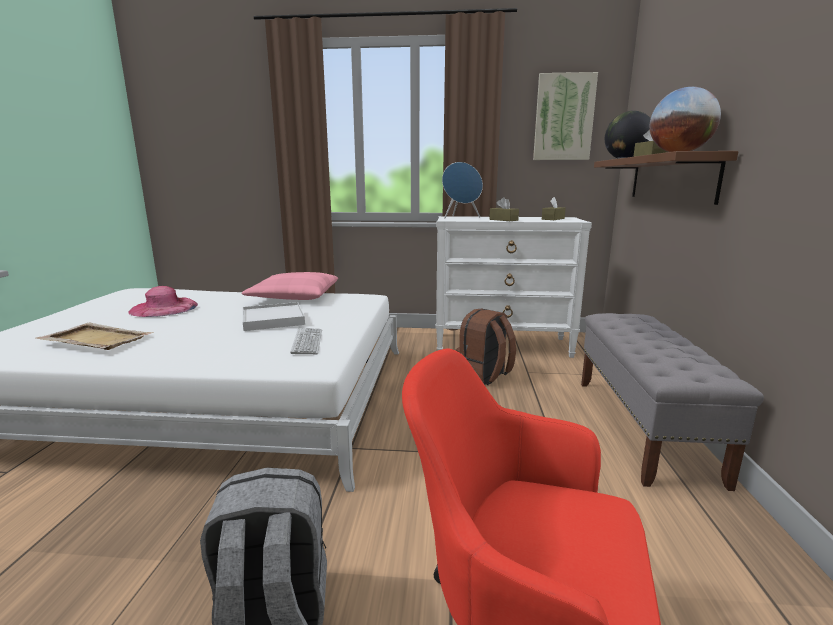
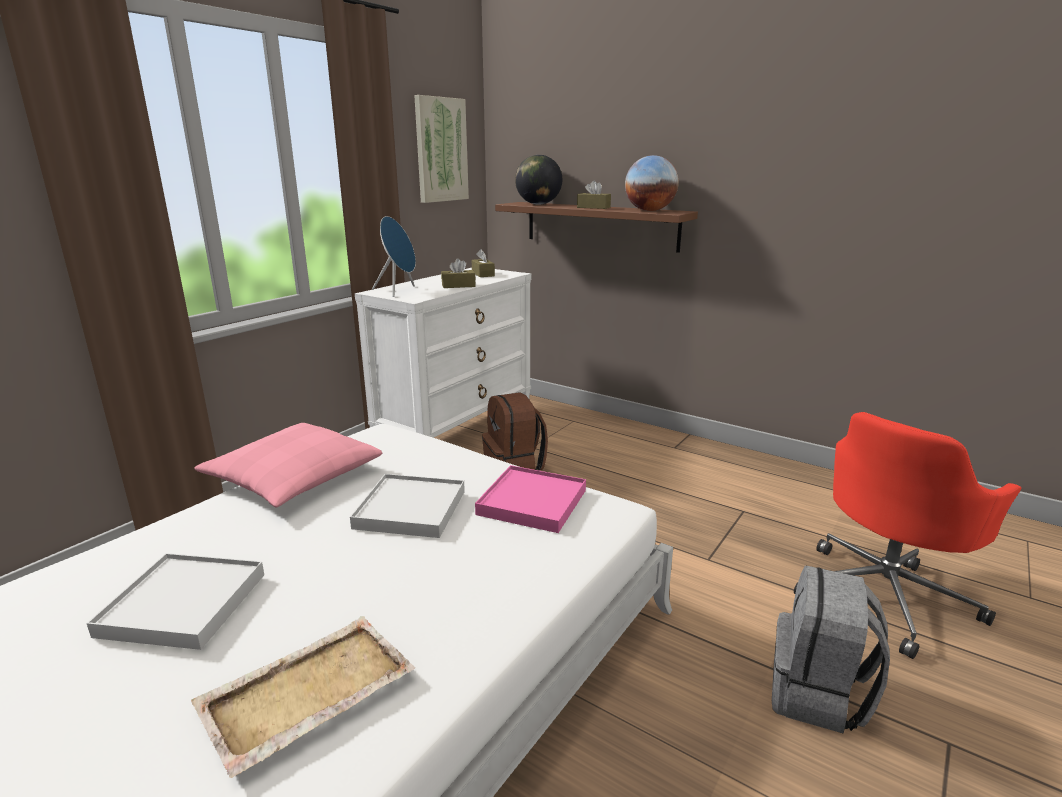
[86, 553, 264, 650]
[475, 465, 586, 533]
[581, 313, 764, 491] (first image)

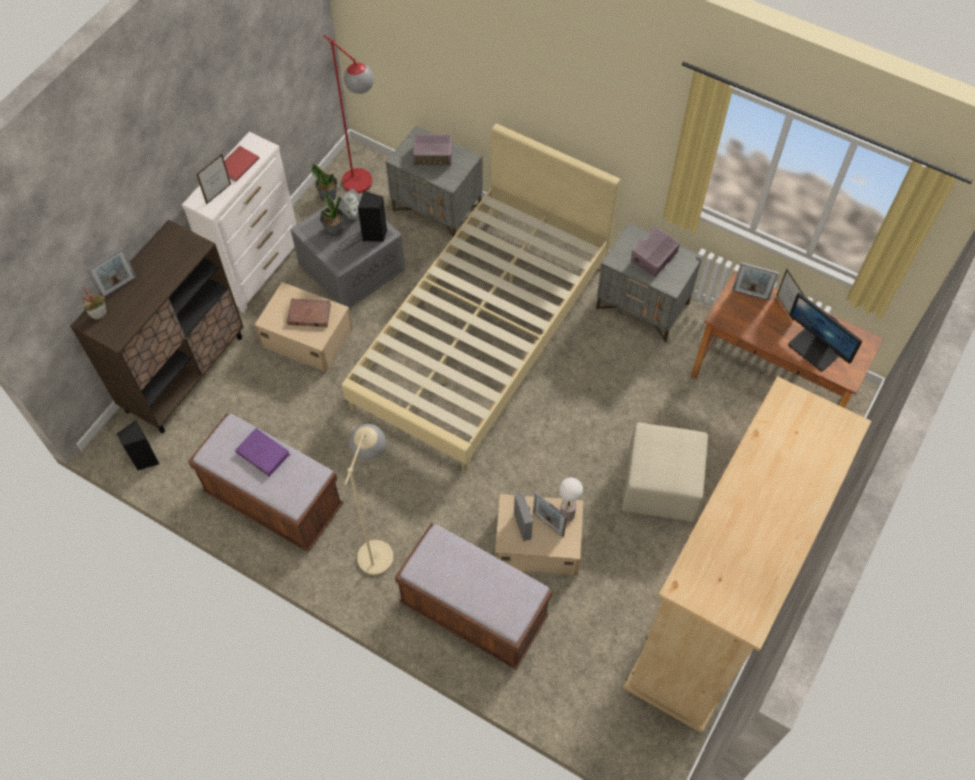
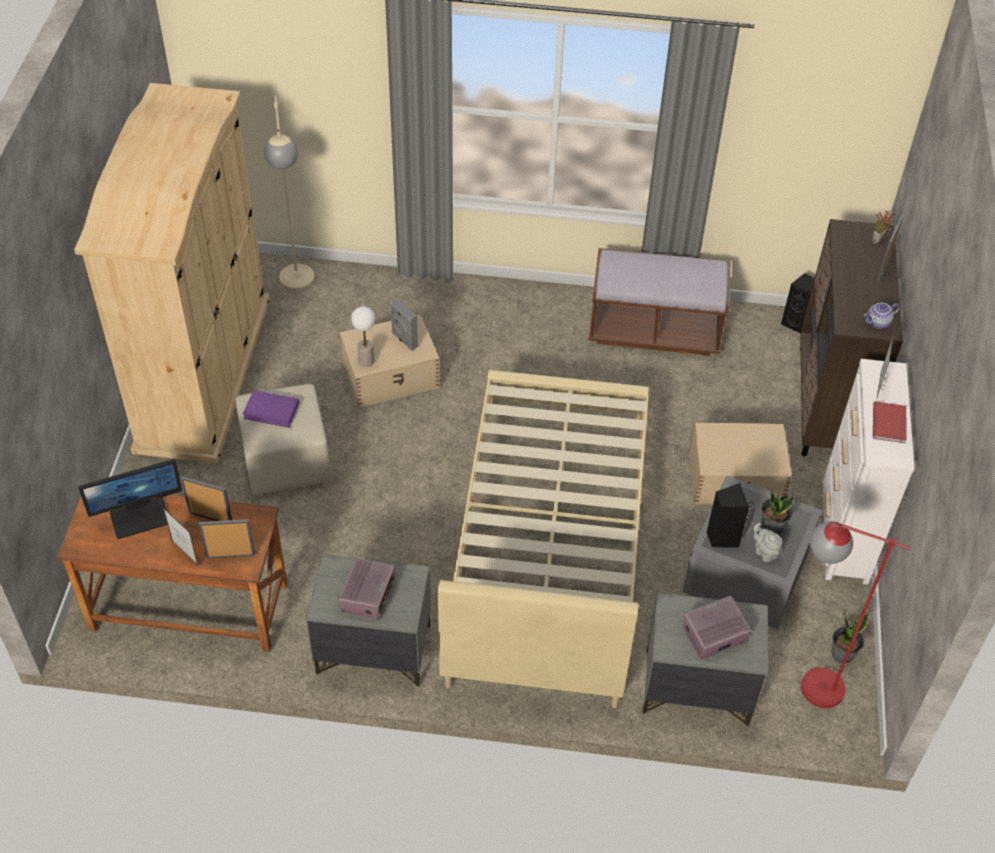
[243, 390, 299, 428]
[287, 299, 331, 327] (first image)
[264, 96, 314, 290]
[395, 523, 552, 670] (first image)
[180, 476, 232, 521]
[78, 459, 182, 539]
[864, 303, 900, 329]

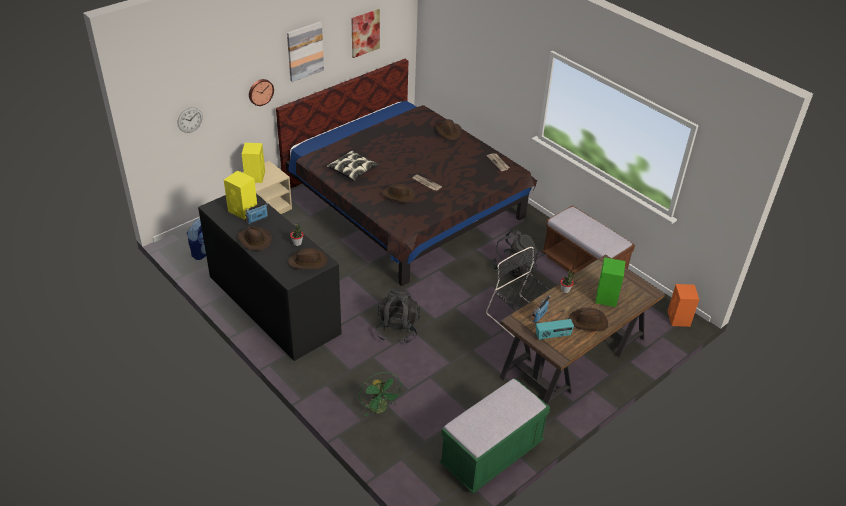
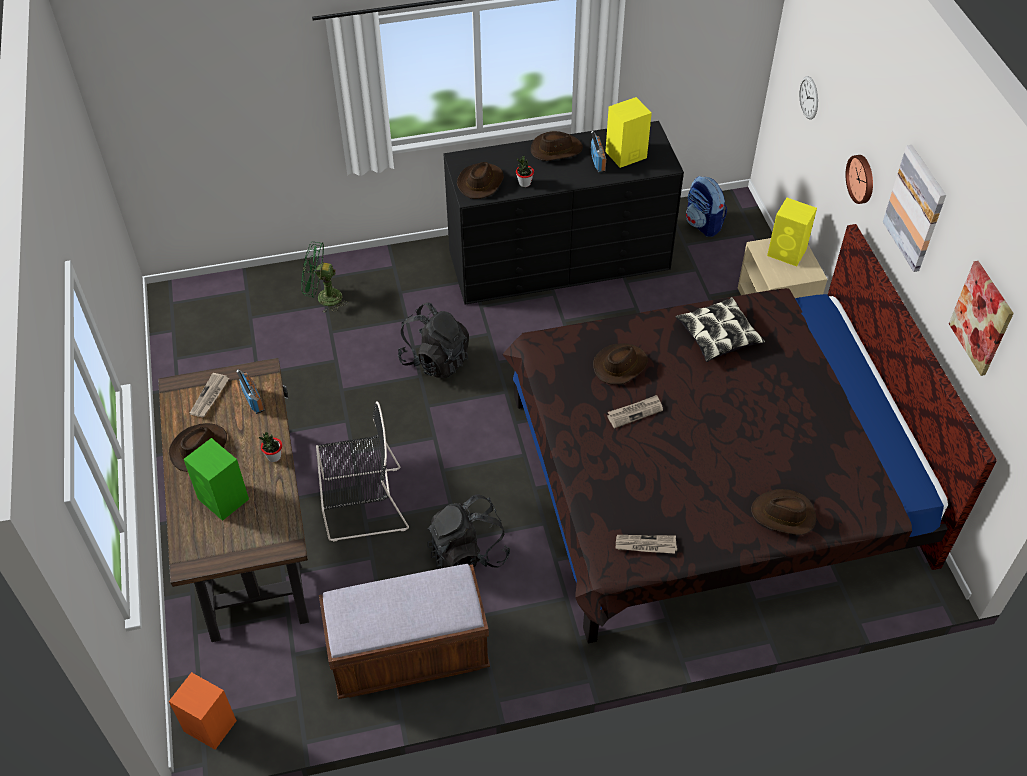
[439, 378, 550, 494] (first image)
[189, 373, 229, 417]

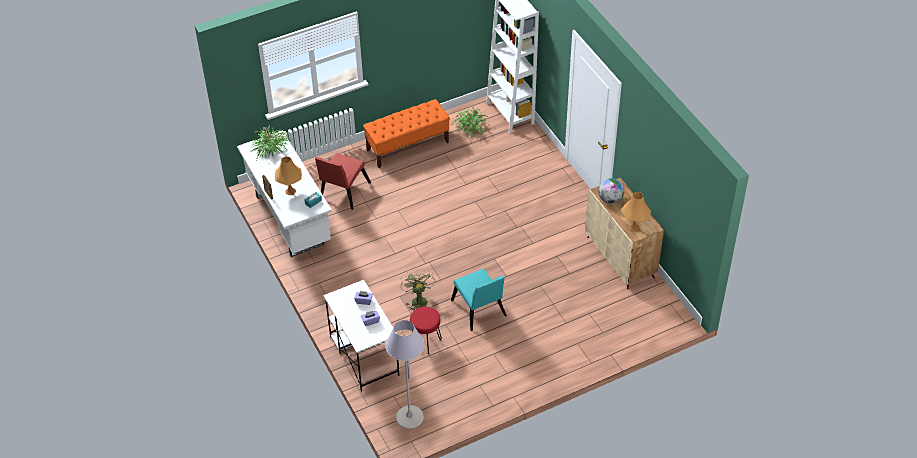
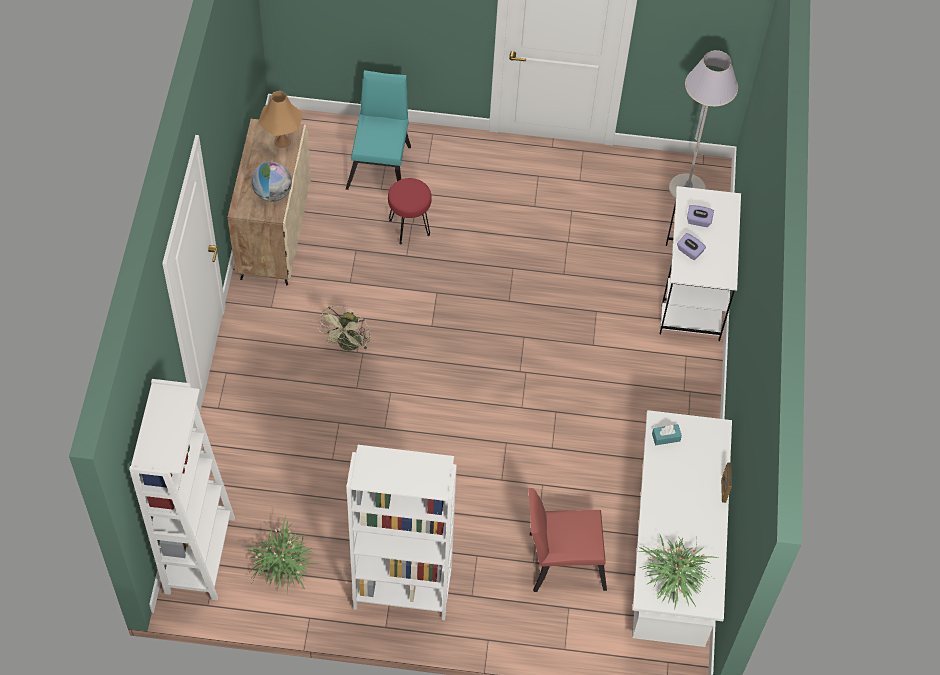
[275, 156, 302, 195] (first image)
[528, 488, 607, 592]
[346, 445, 457, 620]
[318, 306, 370, 350]
[388, 178, 432, 244]
[346, 70, 411, 190]

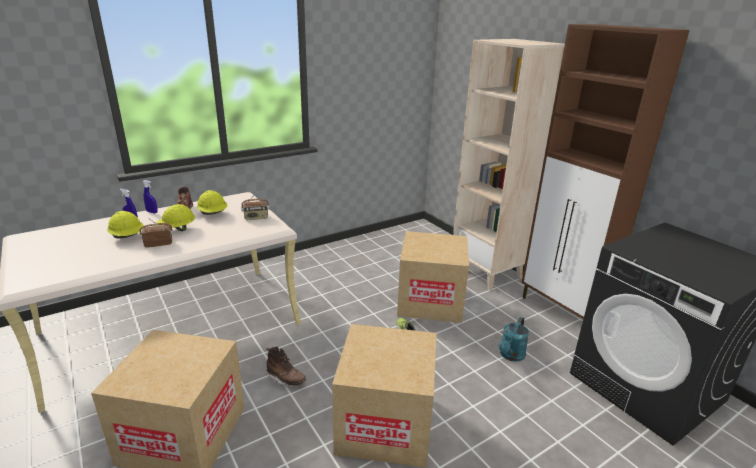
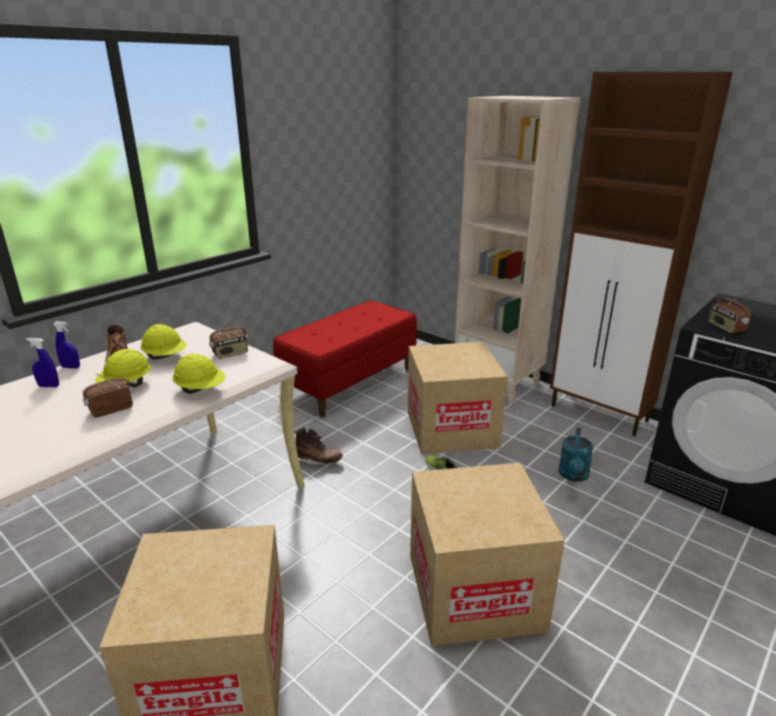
[172, 353, 226, 394]
[294, 428, 343, 466]
[273, 300, 417, 417]
[708, 291, 751, 333]

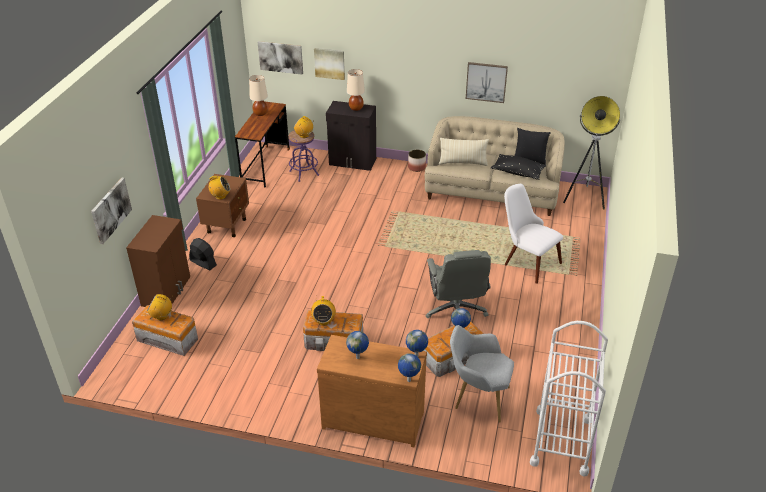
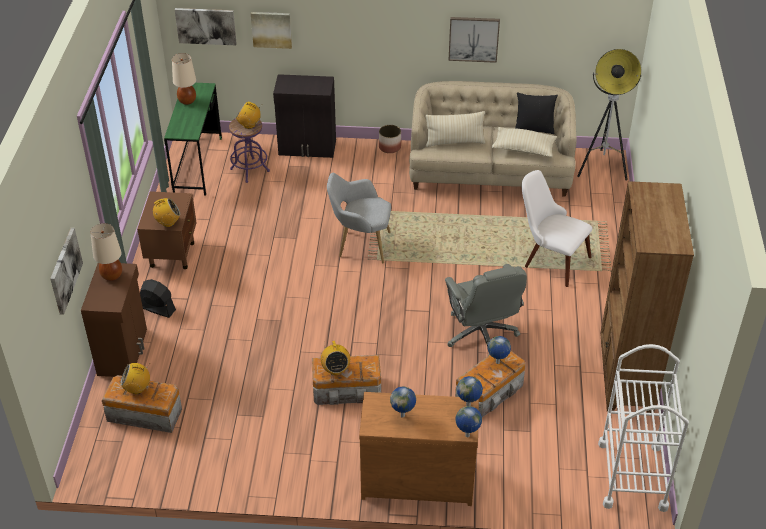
[164, 83, 222, 196]
[90, 223, 122, 281]
[327, 173, 391, 264]
[492, 127, 557, 158]
[600, 181, 694, 413]

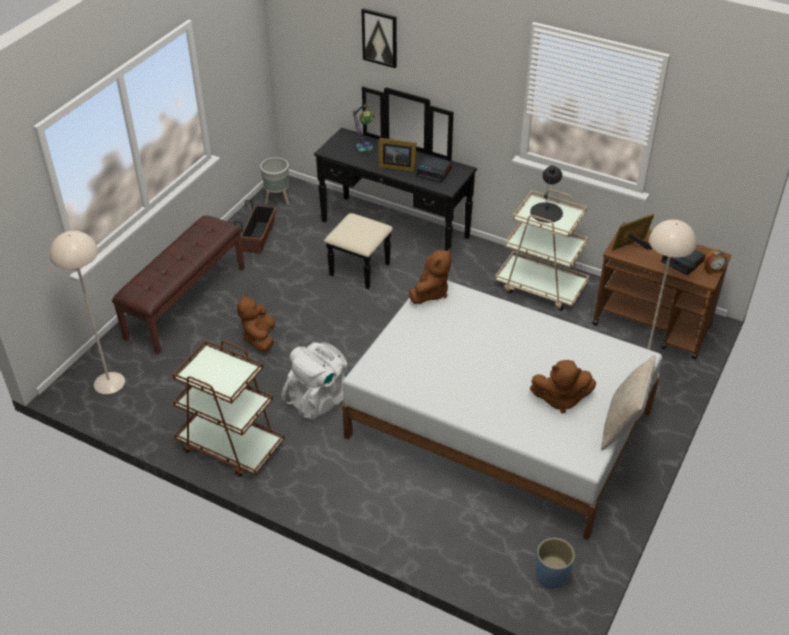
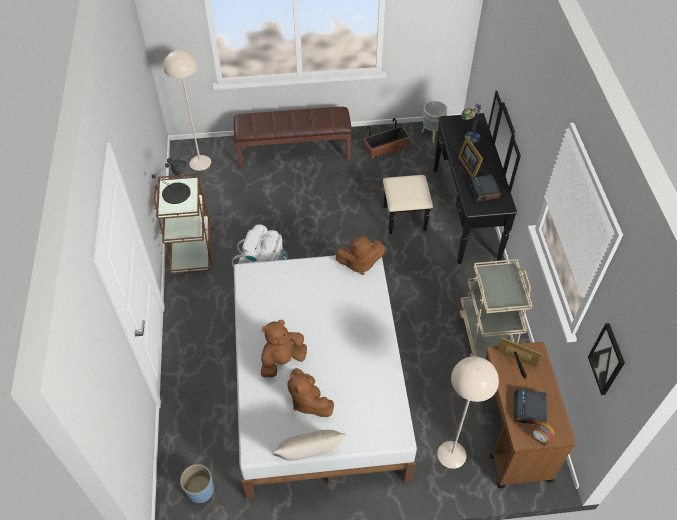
[261, 320, 307, 377]
[588, 323, 625, 395]
[152, 158, 191, 204]

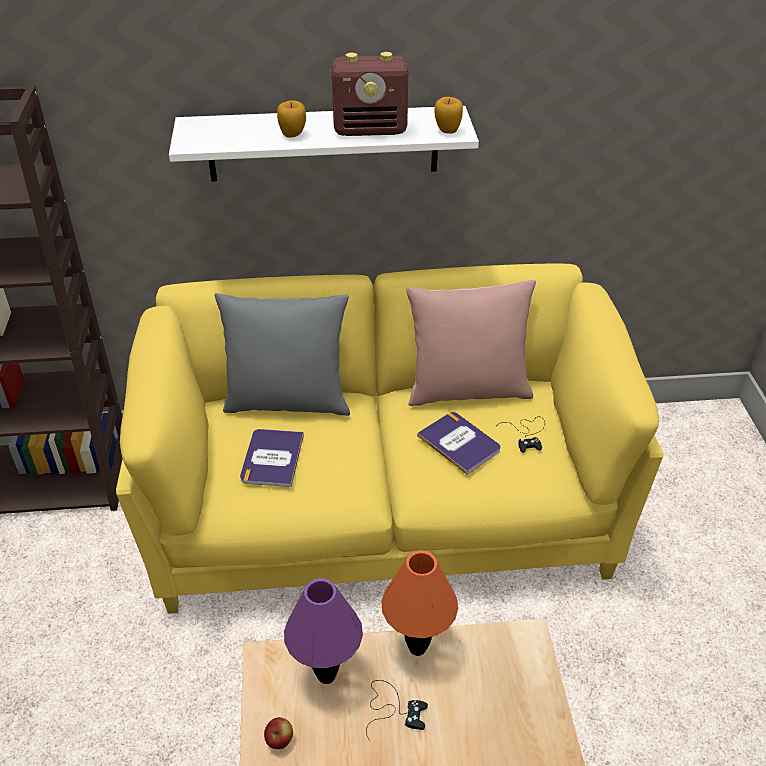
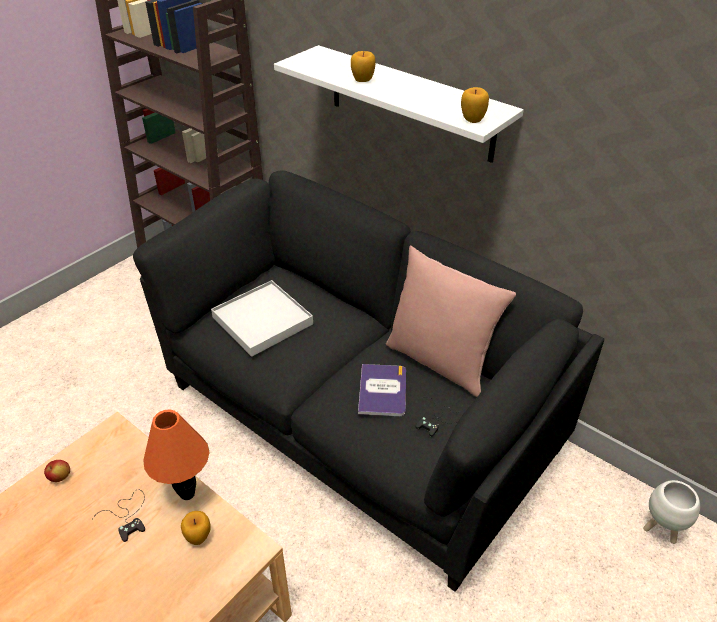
[133, 170, 604, 592]
[215, 293, 350, 416] (first image)
[211, 280, 313, 357]
[284, 578, 363, 684] (first image)
[331, 52, 408, 136] (first image)
[181, 511, 211, 545]
[643, 480, 700, 544]

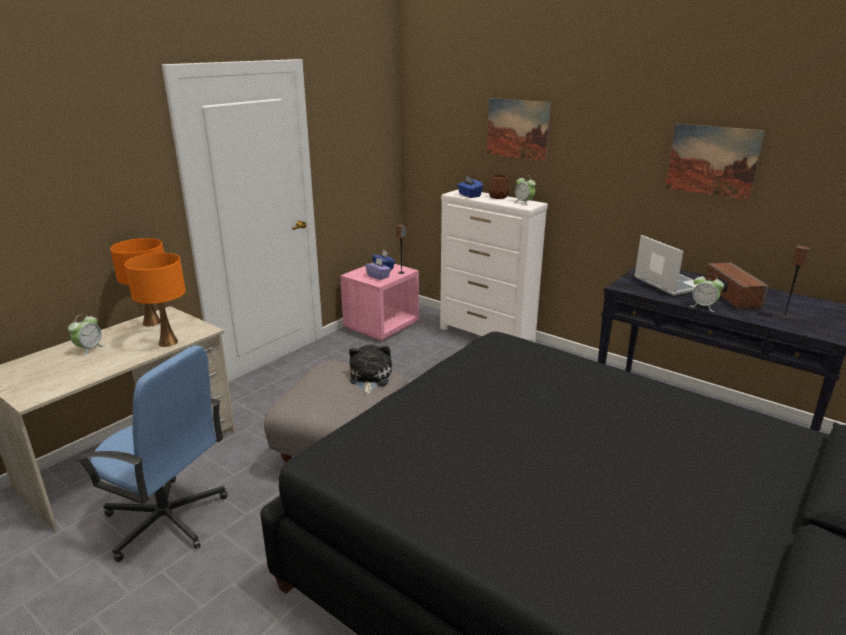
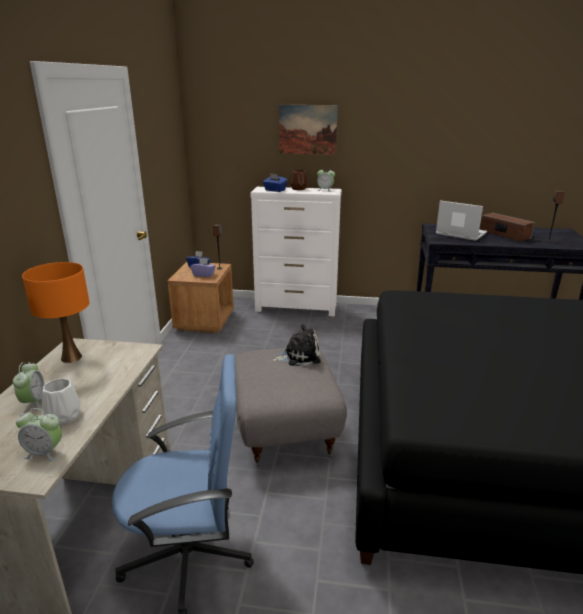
[125, 253, 186, 347] (first image)
[168, 262, 234, 333]
[272, 324, 321, 366]
[665, 123, 765, 200] (first image)
[16, 408, 62, 462]
[42, 378, 81, 425]

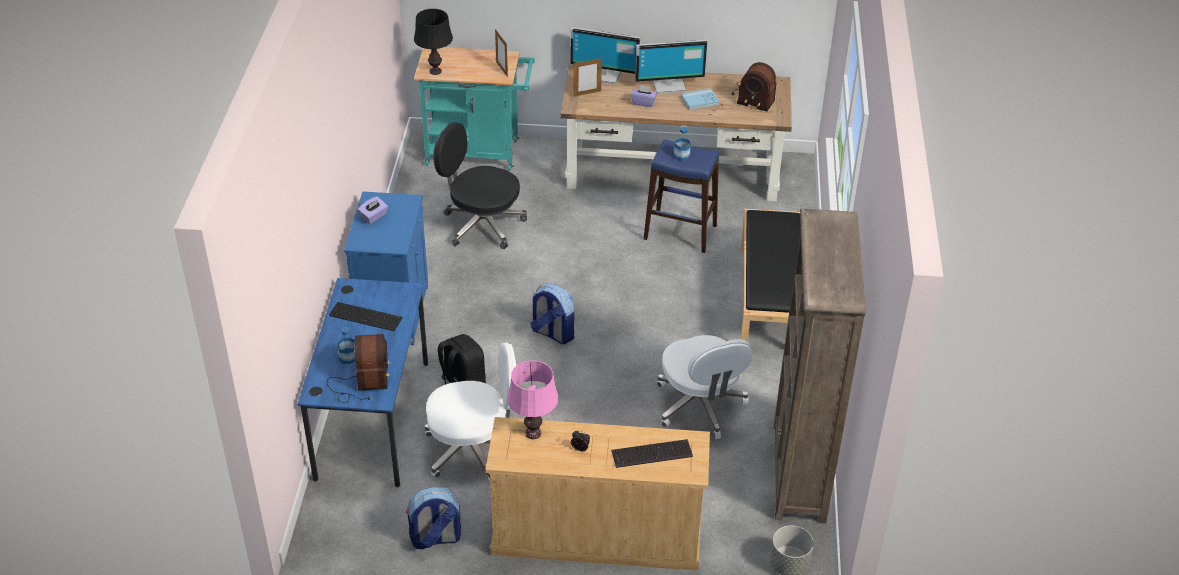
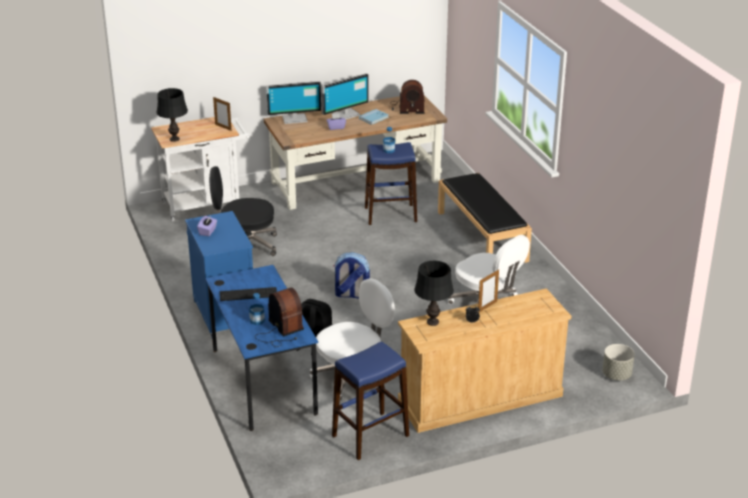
[332, 342, 409, 460]
[151, 117, 250, 221]
[414, 261, 454, 326]
[478, 269, 499, 312]
[611, 439, 693, 468] (first image)
[774, 209, 866, 523] (first image)

